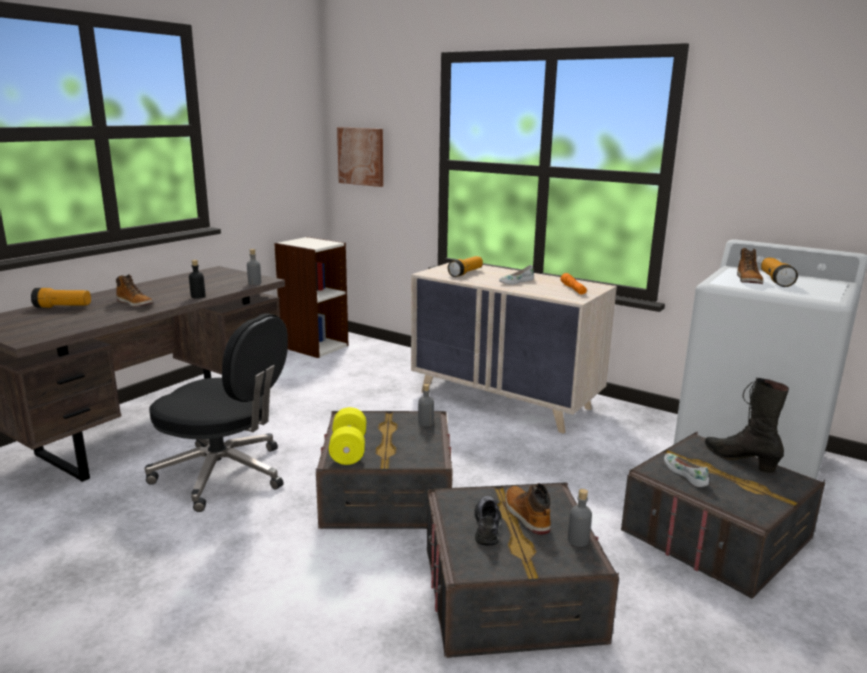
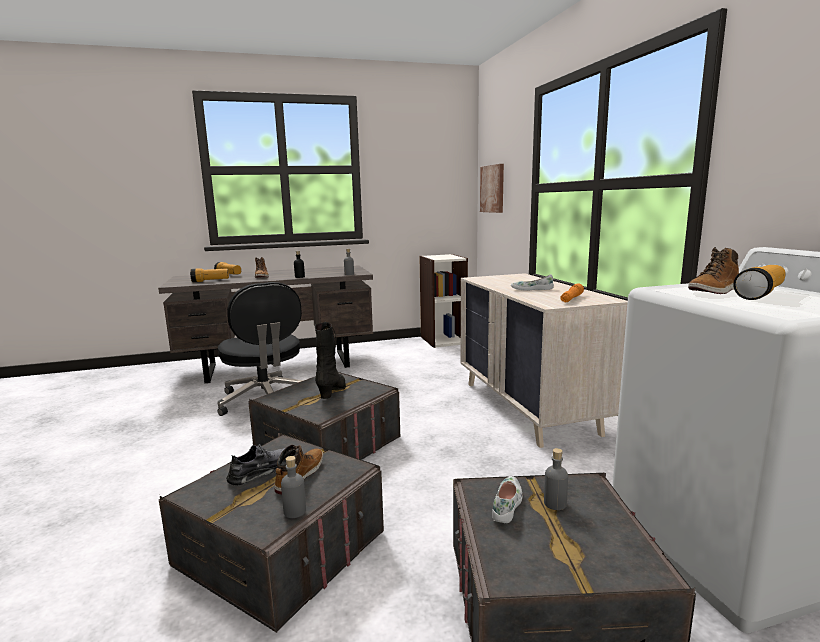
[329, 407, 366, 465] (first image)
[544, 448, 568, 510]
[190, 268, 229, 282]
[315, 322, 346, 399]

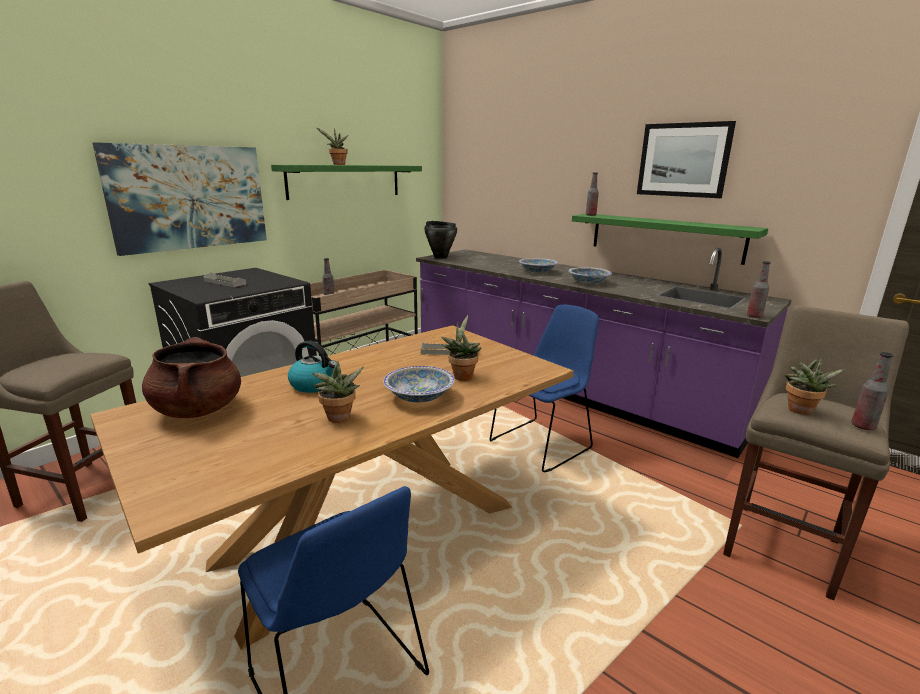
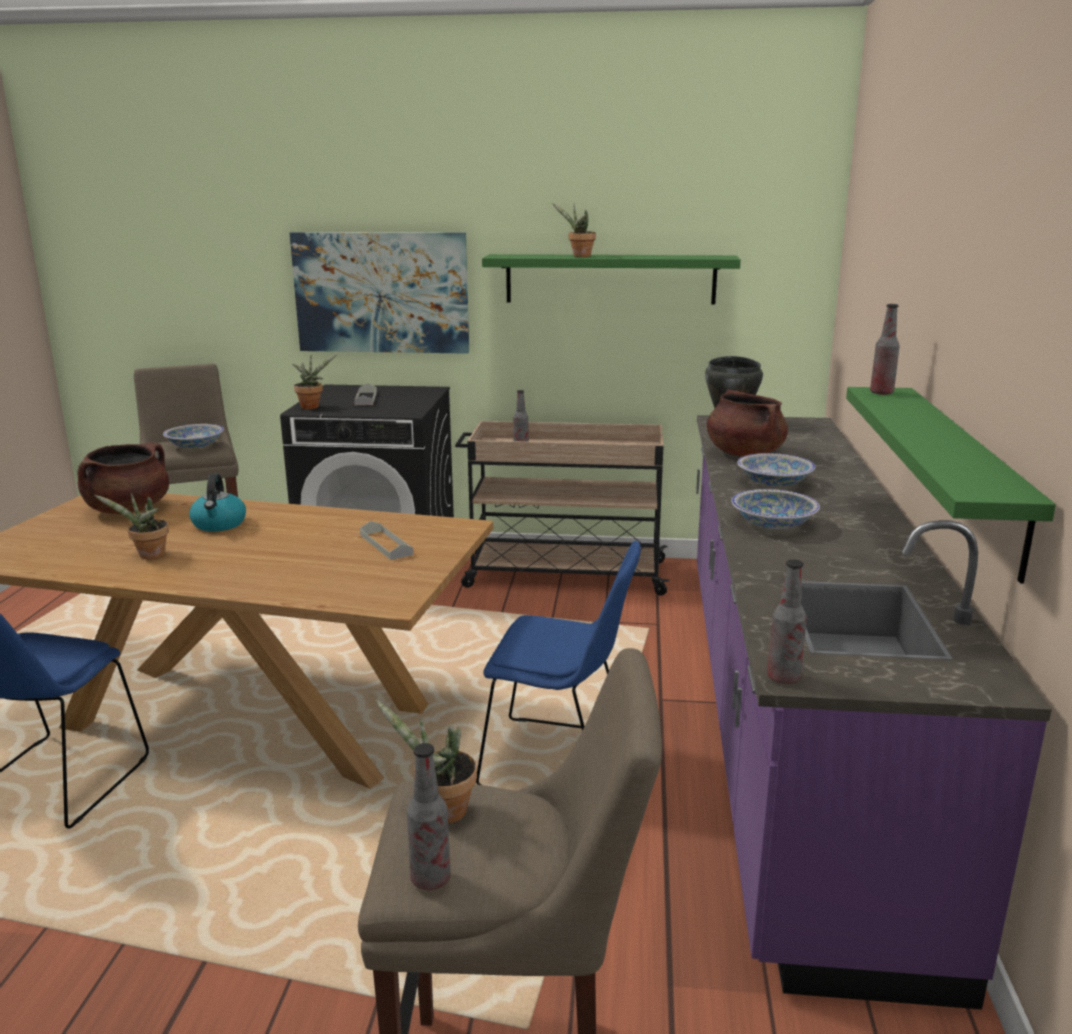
[163, 424, 224, 448]
[292, 354, 337, 409]
[637, 121, 736, 198] (first image)
[707, 389, 788, 457]

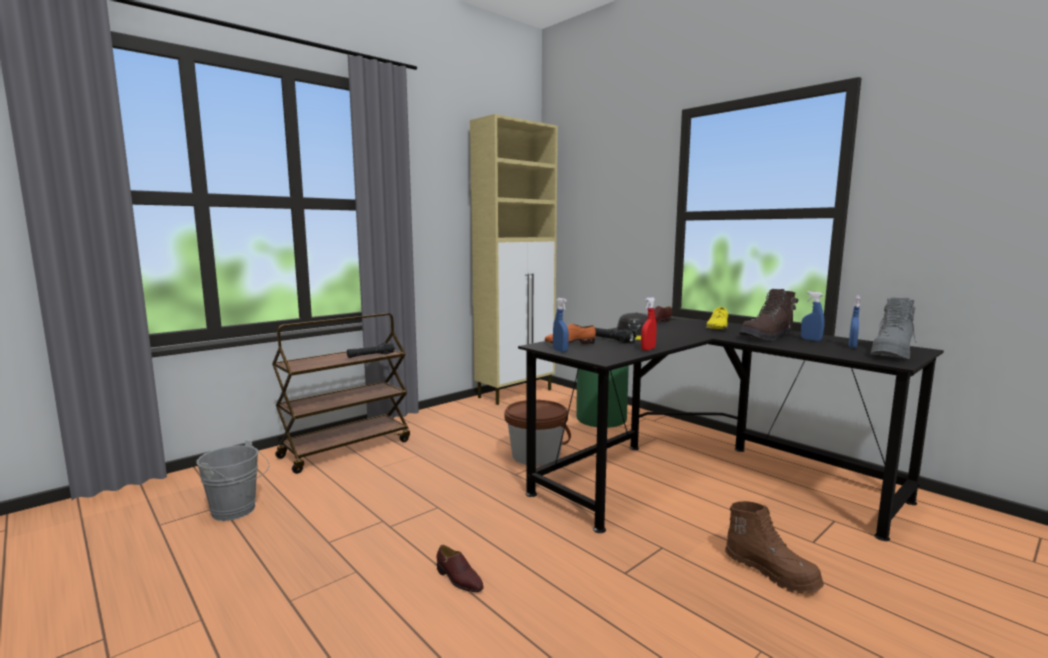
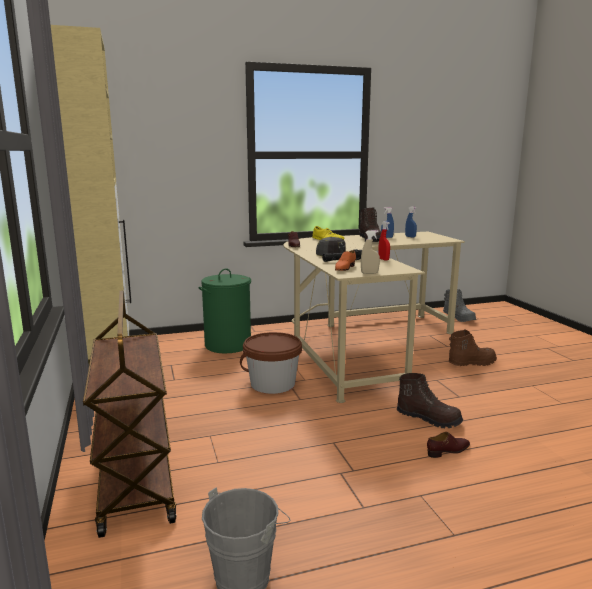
[347, 343, 395, 358] (first image)
[283, 232, 465, 403]
[361, 230, 380, 273]
[443, 289, 476, 322]
[397, 373, 463, 428]

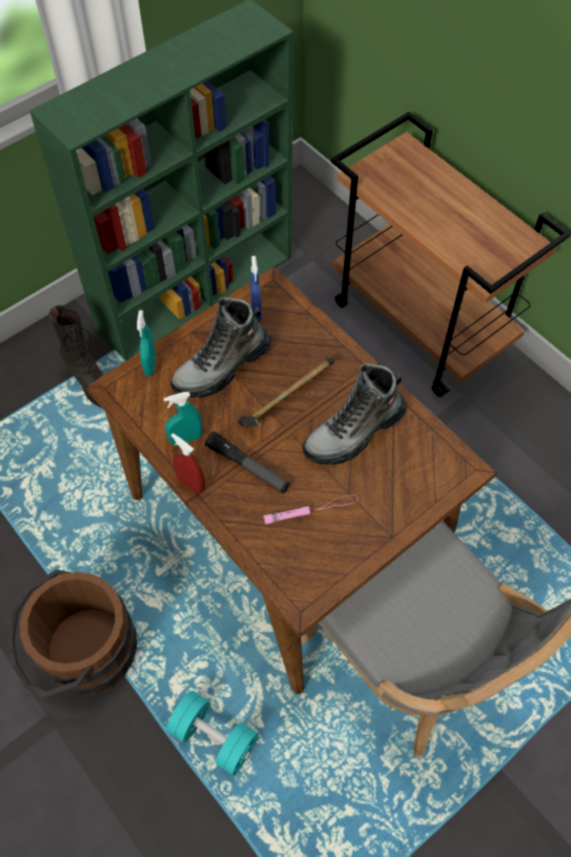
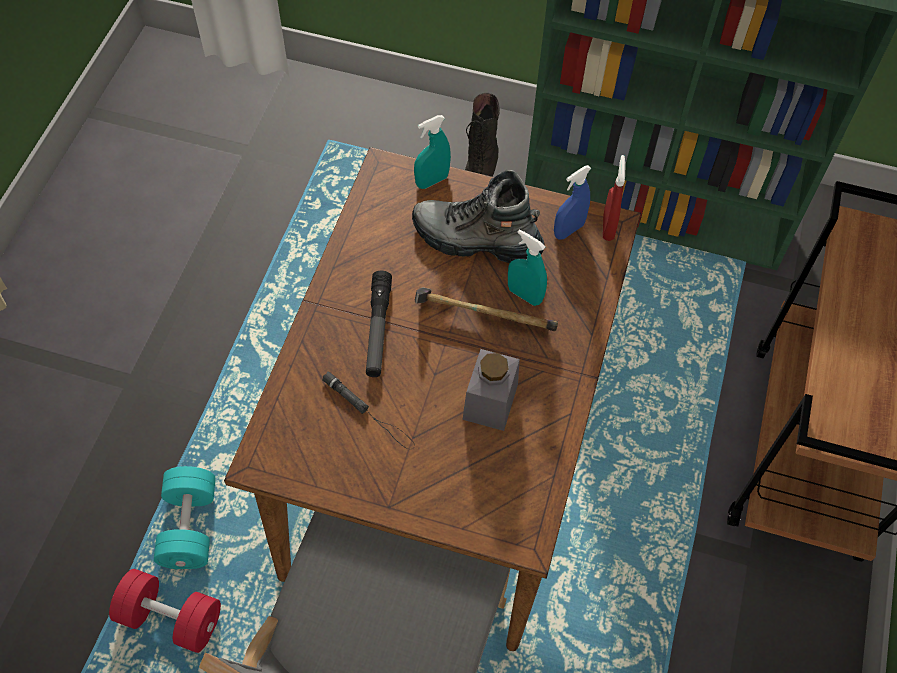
[8, 569, 137, 697] (first image)
[508, 229, 547, 306]
[603, 155, 626, 241]
[322, 372, 415, 449]
[462, 349, 520, 431]
[109, 569, 221, 653]

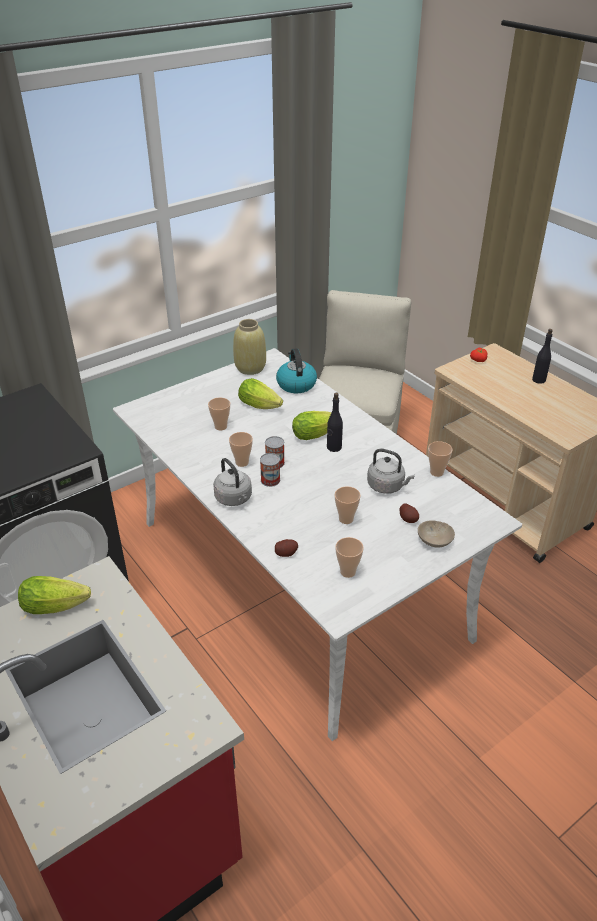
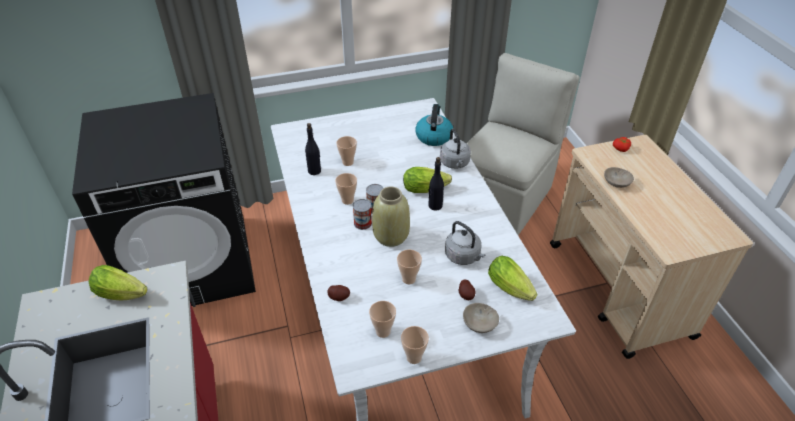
[440, 129, 471, 169]
[372, 186, 410, 247]
[488, 256, 538, 301]
[401, 326, 429, 364]
[305, 123, 321, 175]
[604, 167, 634, 188]

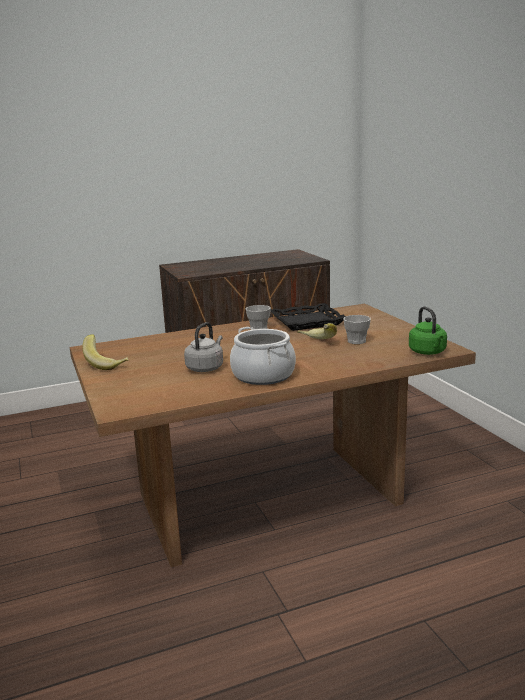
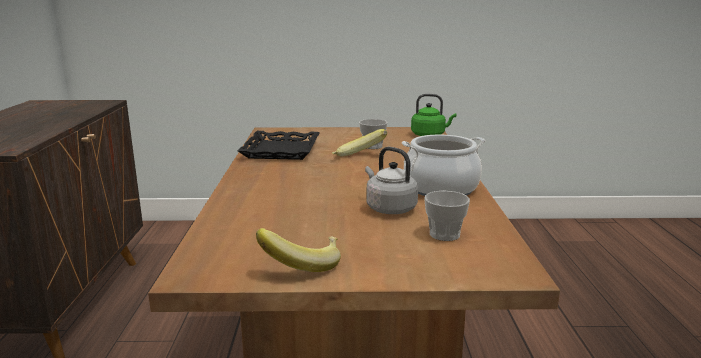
[424, 191, 470, 241]

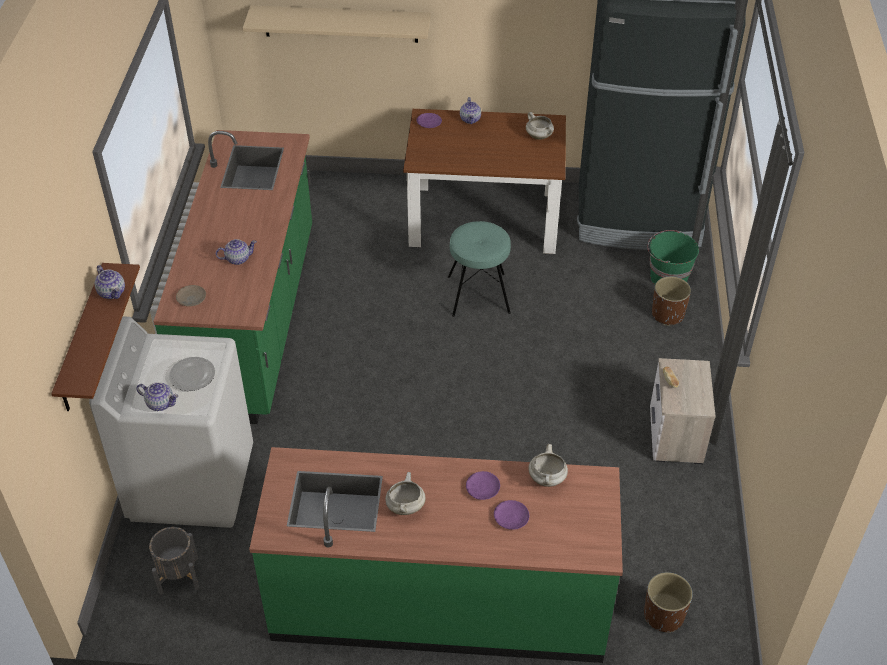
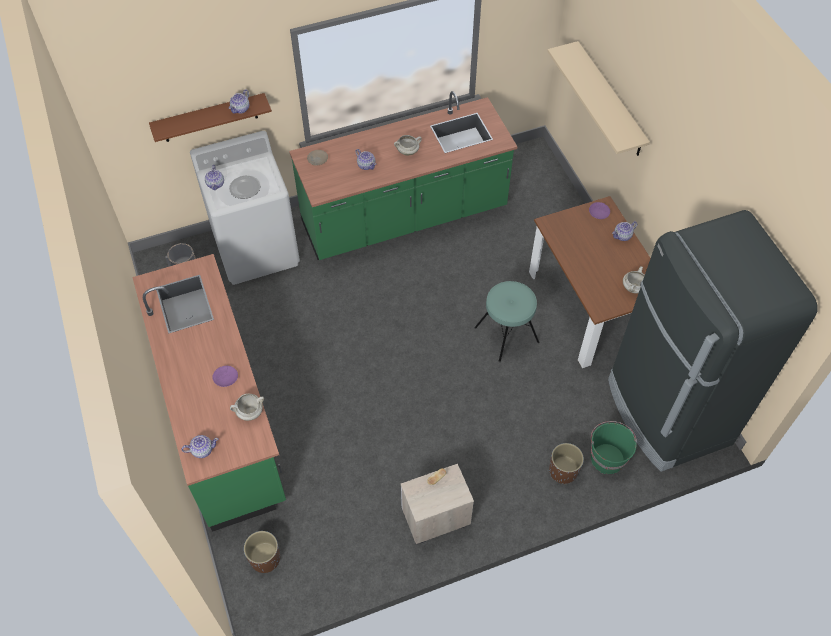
[394, 135, 422, 156]
[494, 500, 529, 530] (first image)
[182, 435, 218, 458]

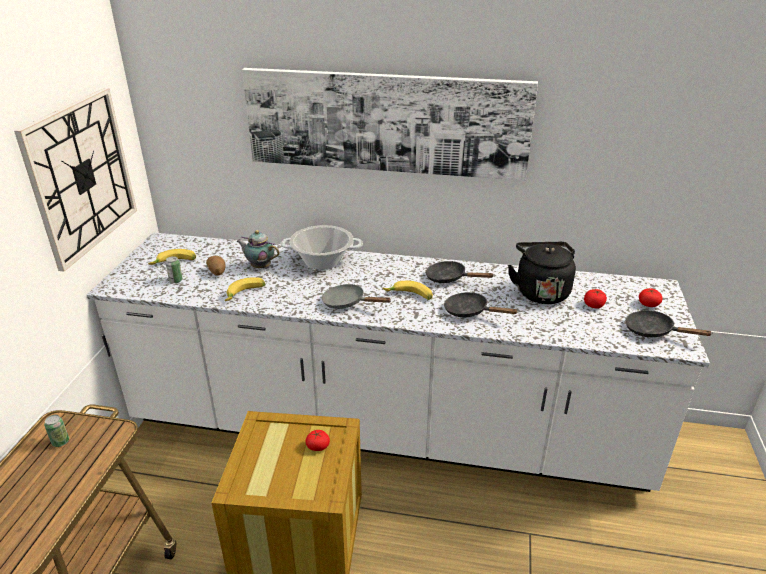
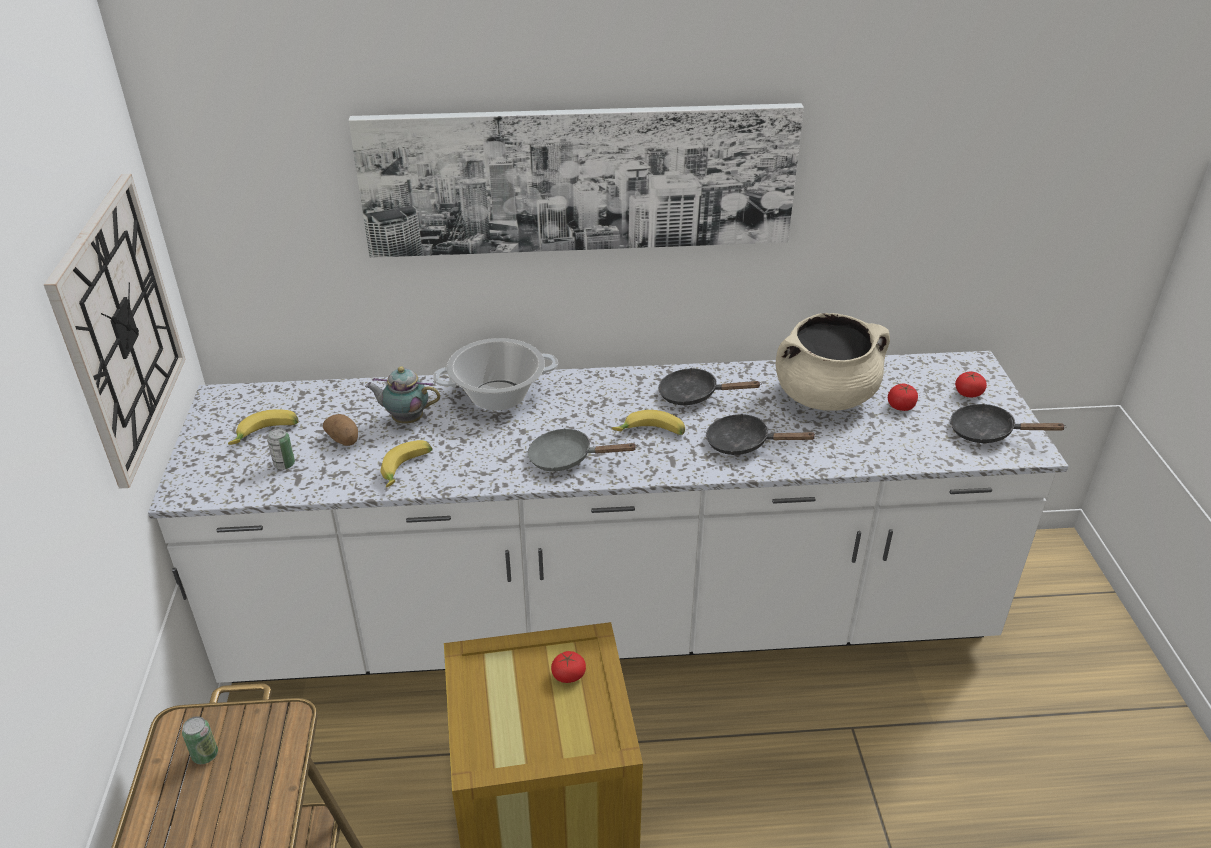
[776, 313, 890, 410]

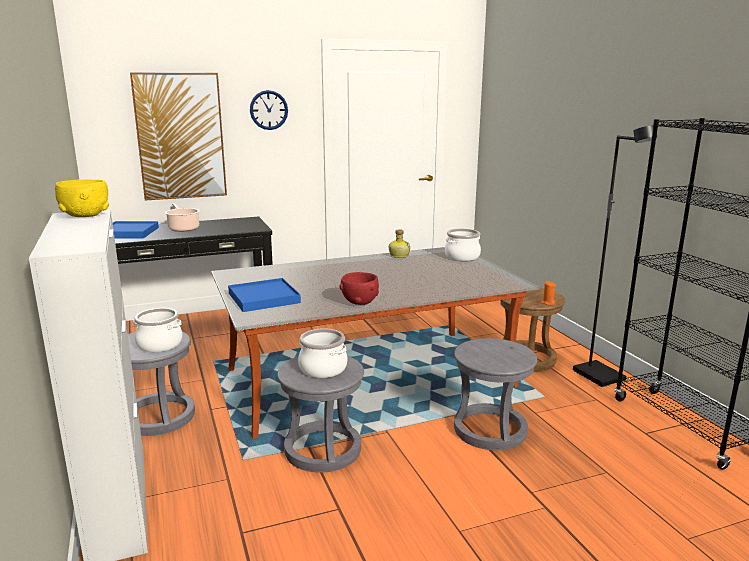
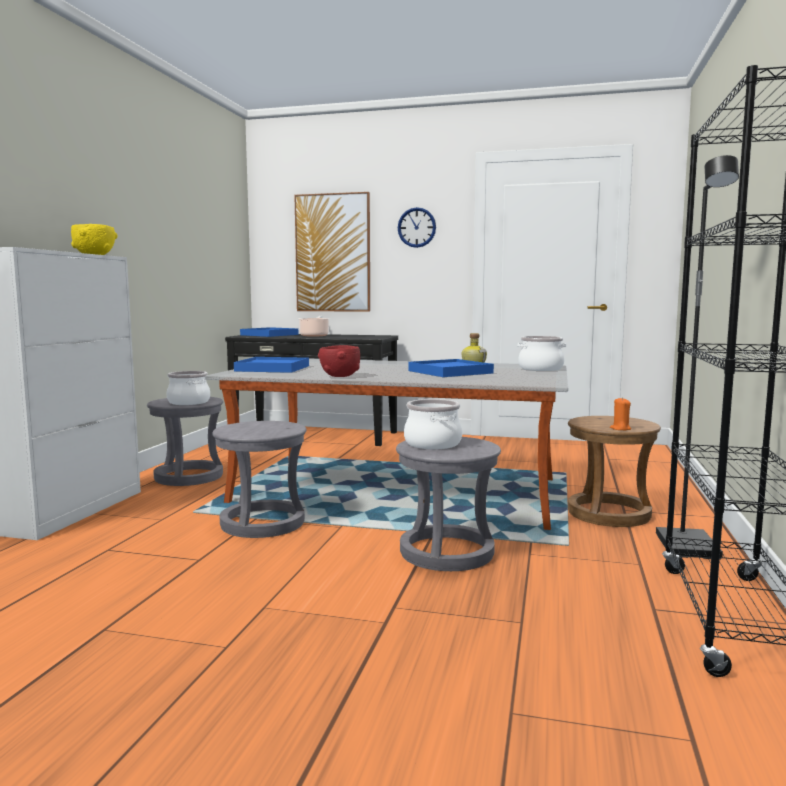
[404, 399, 462, 449]
[408, 359, 494, 377]

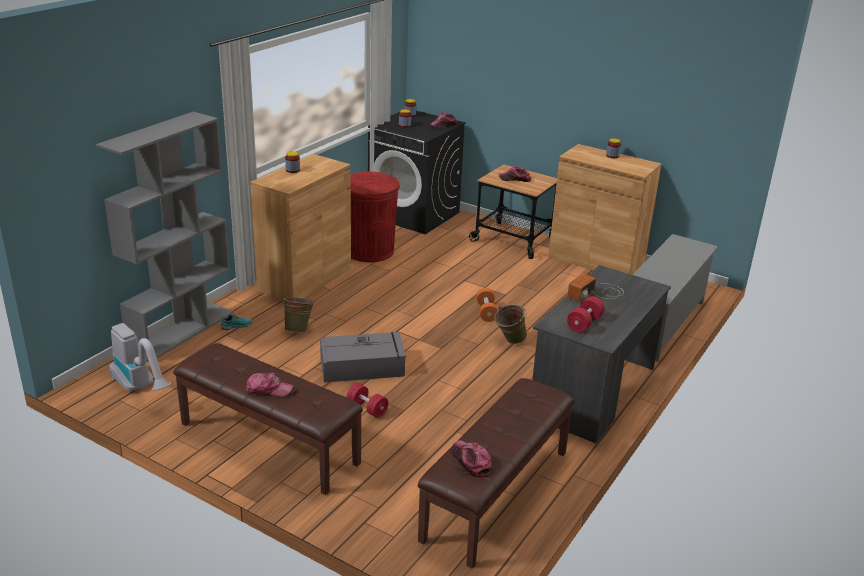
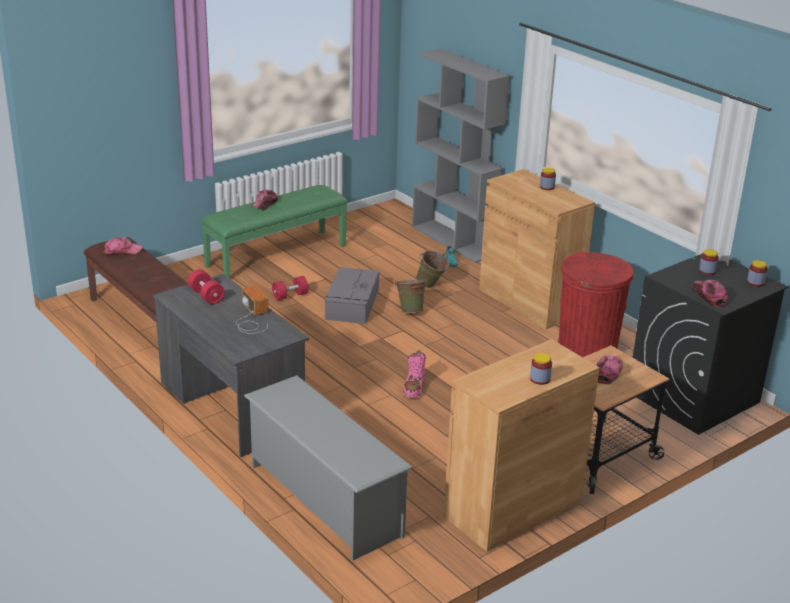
[109, 323, 171, 392] (first image)
[201, 185, 348, 278]
[403, 350, 426, 398]
[395, 278, 427, 313]

